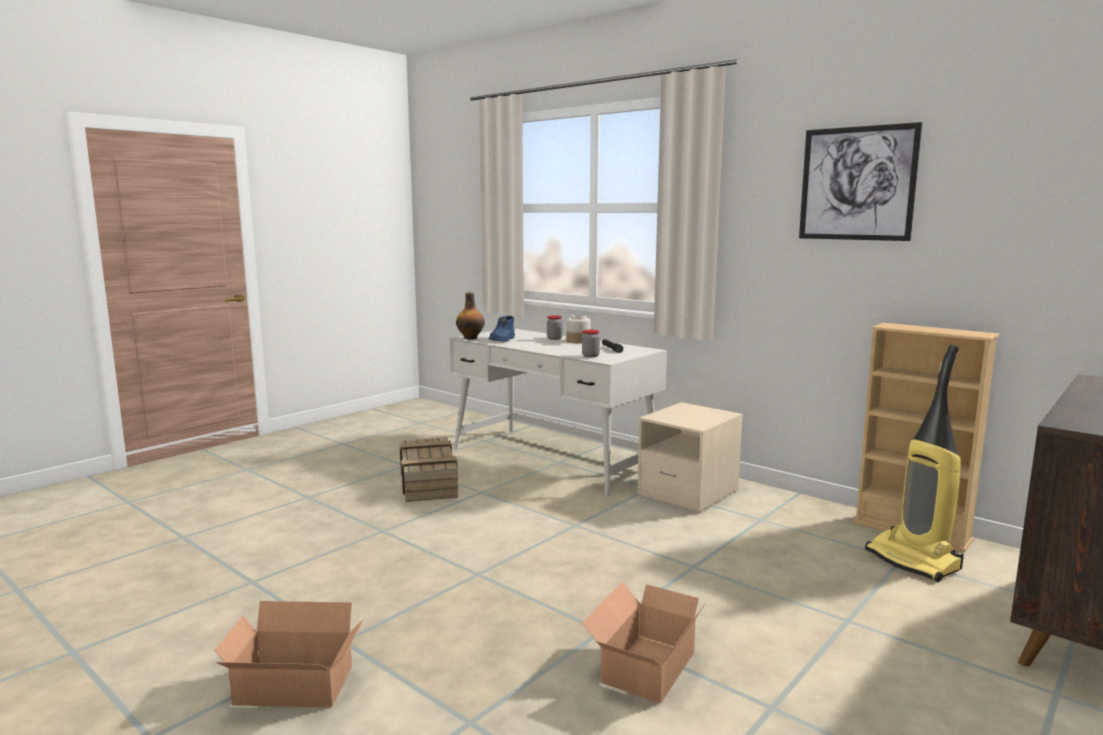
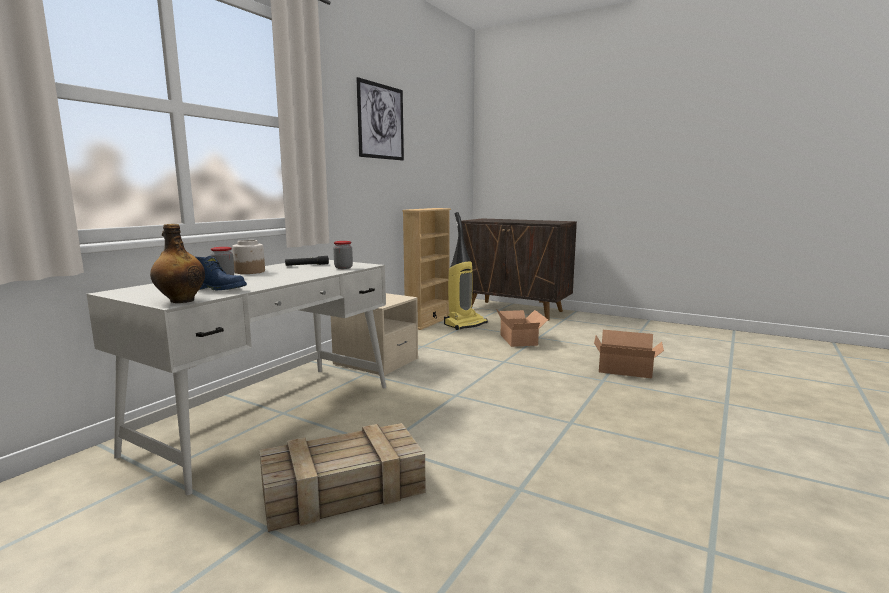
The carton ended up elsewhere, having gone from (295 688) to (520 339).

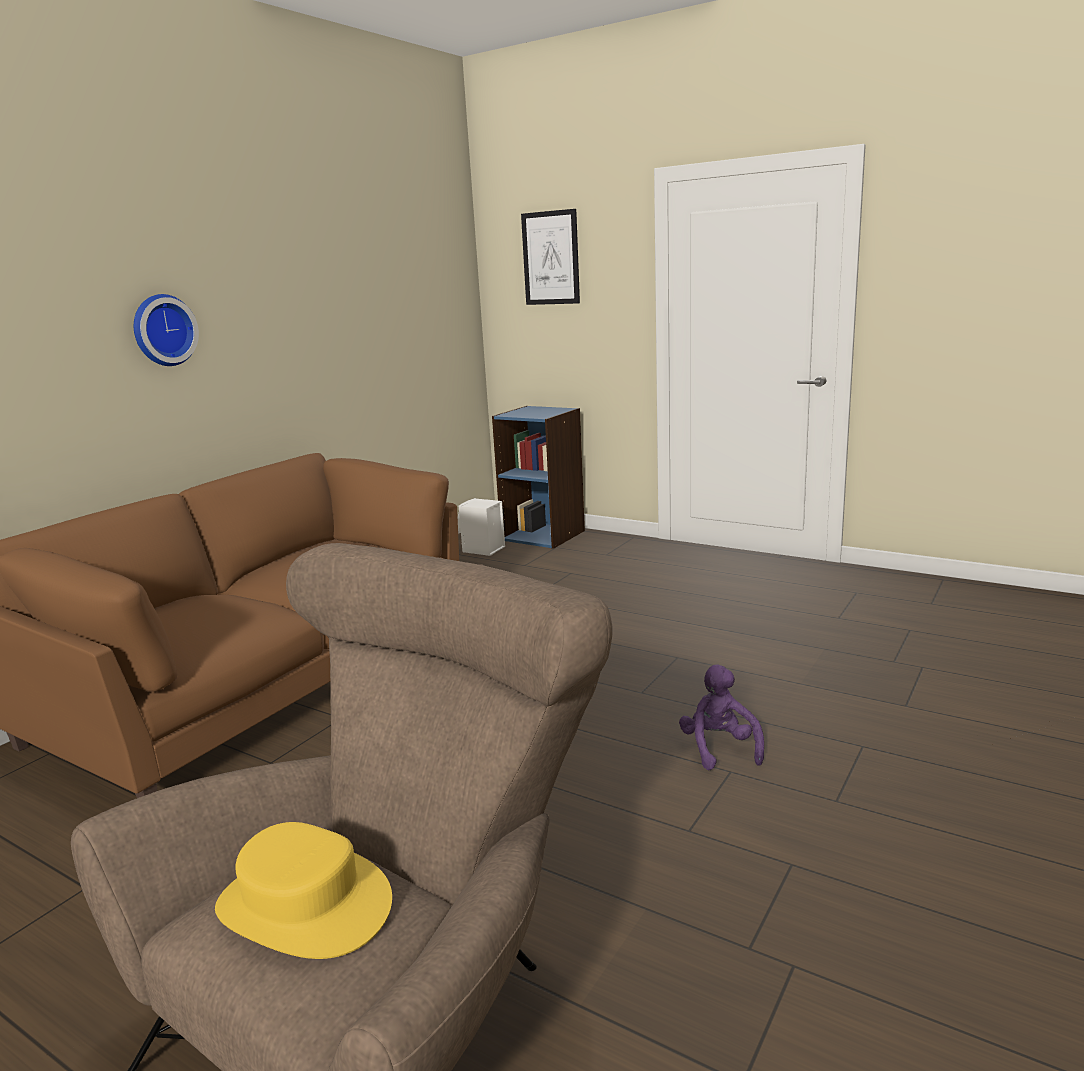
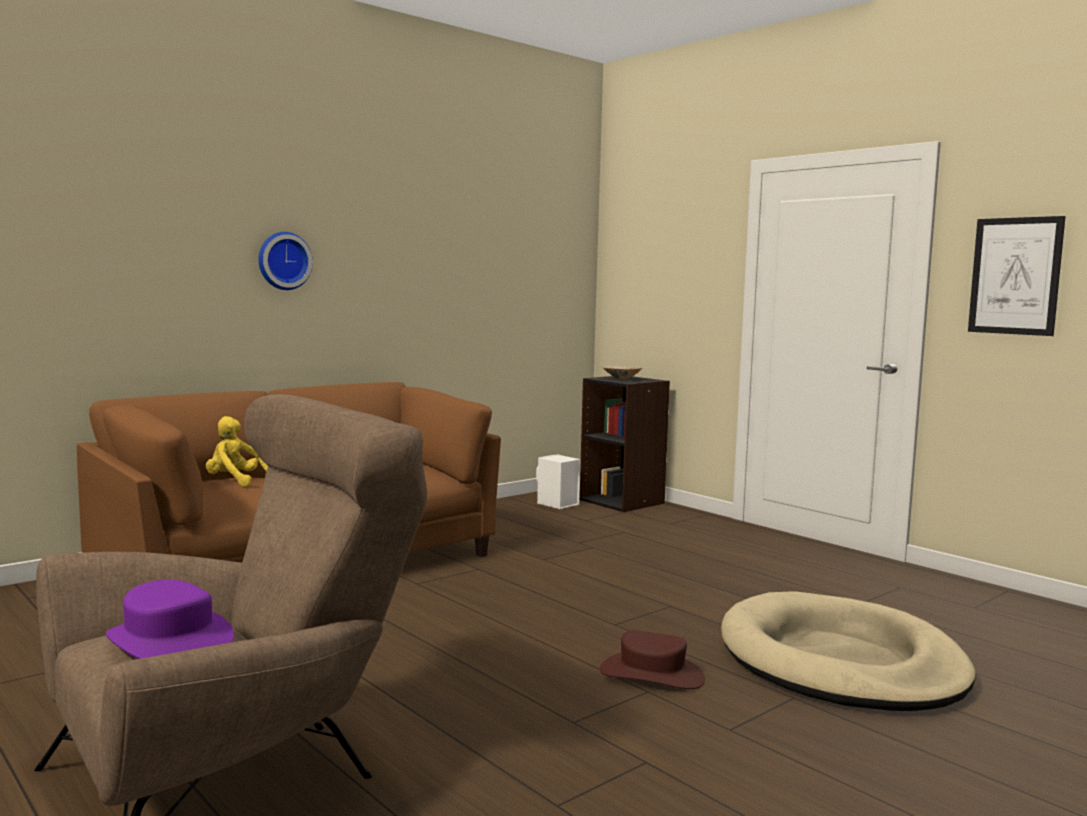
What was the yellowish wearable hat at (303 905) turned into the purple-coloured wearable hat at (169 641).
What was the blue-coloured bookshelf at (543 535) turned into the black-coloured bookshelf at (622 501).
The wall art ended up elsewhere, having gone from (550 258) to (1015 276).
Where the purple-coloured cuddly toy stood at (719 748), the brownish wearable hat came to stand at (652 674).
The second view gained the yellowish cuddly toy at (236 482).
The second view gained the beige serving bowl at (621 379).
The second view gained the beige dog bed at (840 662).

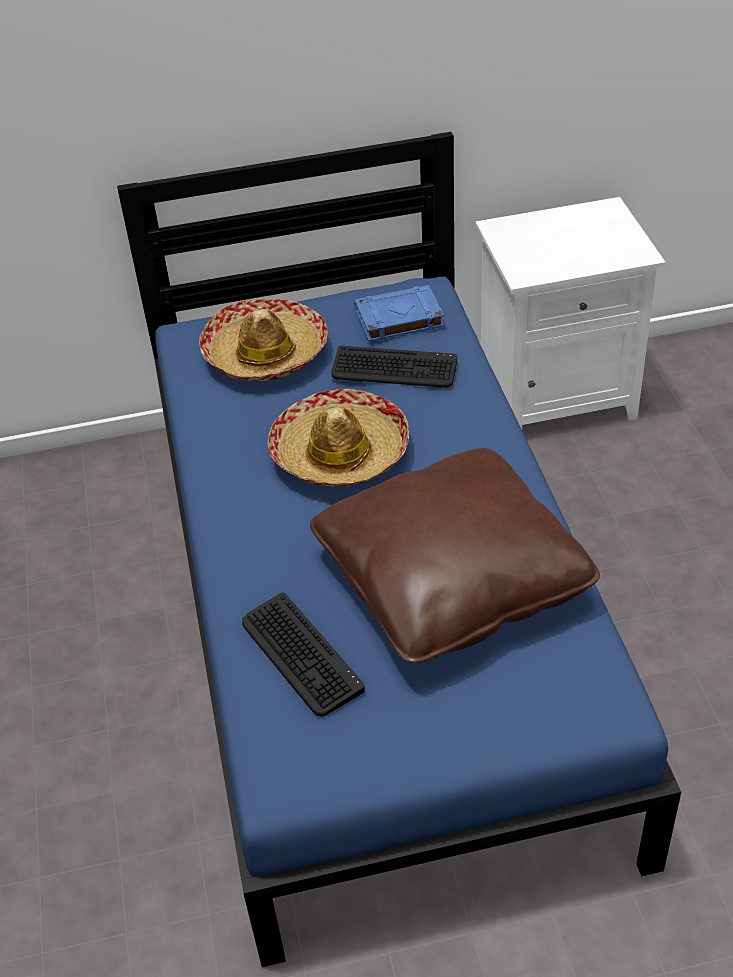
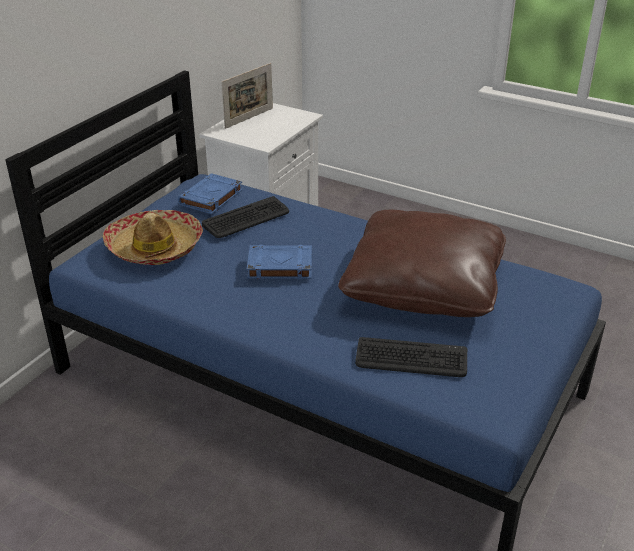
Where the wearable hat stood at (340 452), the blue-coloured bound book came to stand at (279 266).
The second view gained the photo frame at (249 118).

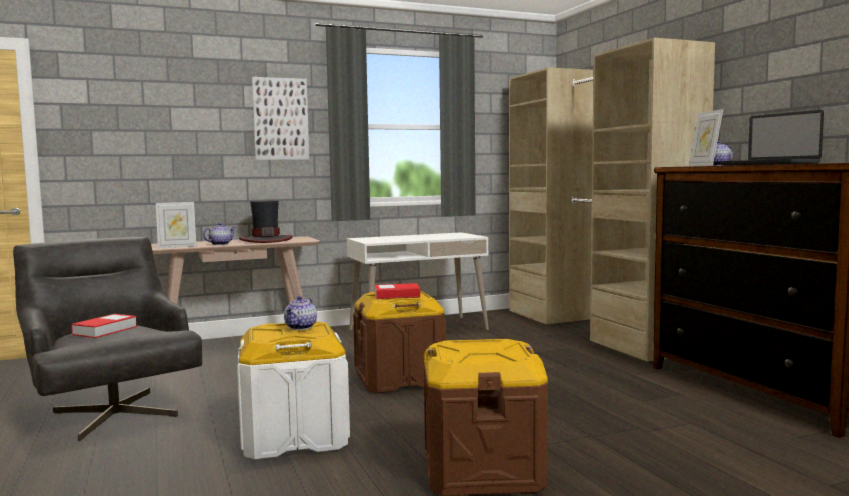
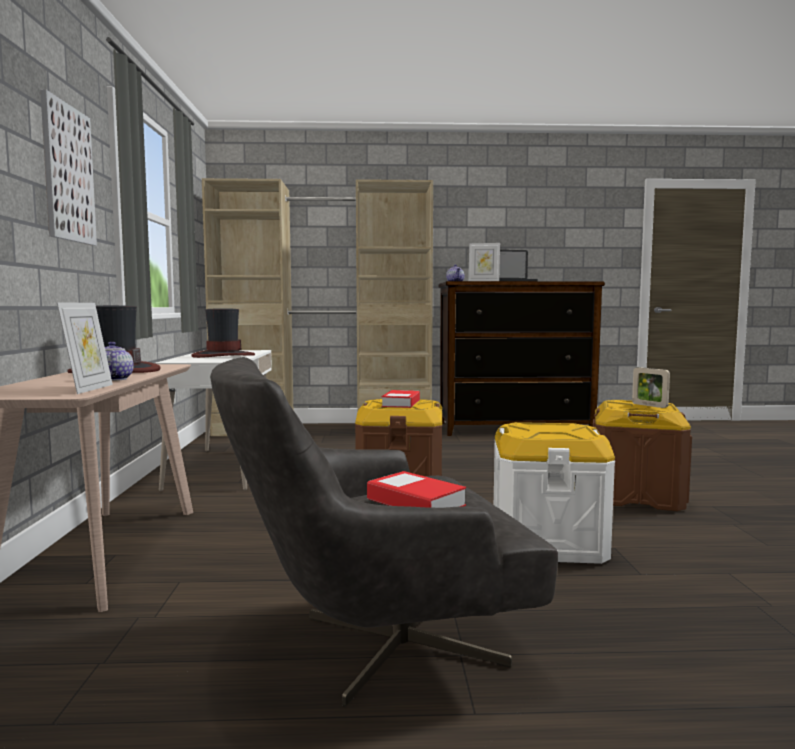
The second view lost the pot for tea at (301 327).
The second view gained the wearable hat at (223 355).
The second view gained the photo frame at (649 405).

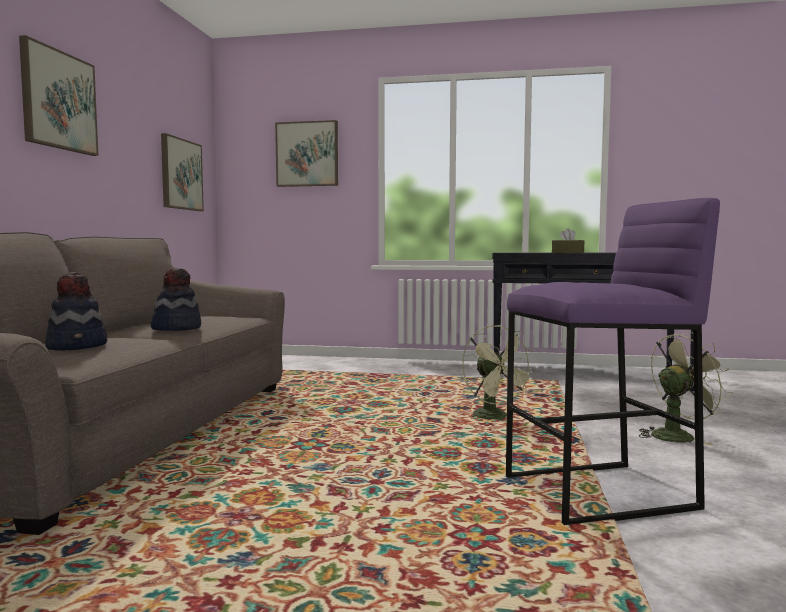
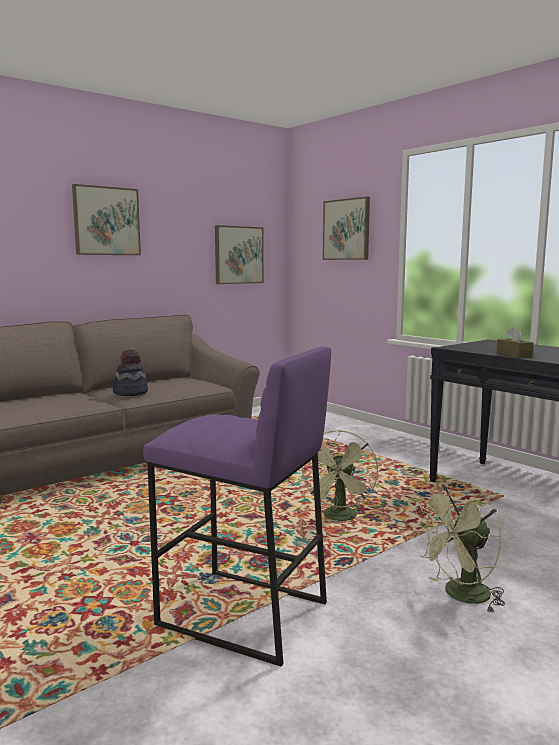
The second view lost the wearable hat at (78 346).
The green cooling fan at (678 436) ended up facing another way, 135 degrees clockwise from before.

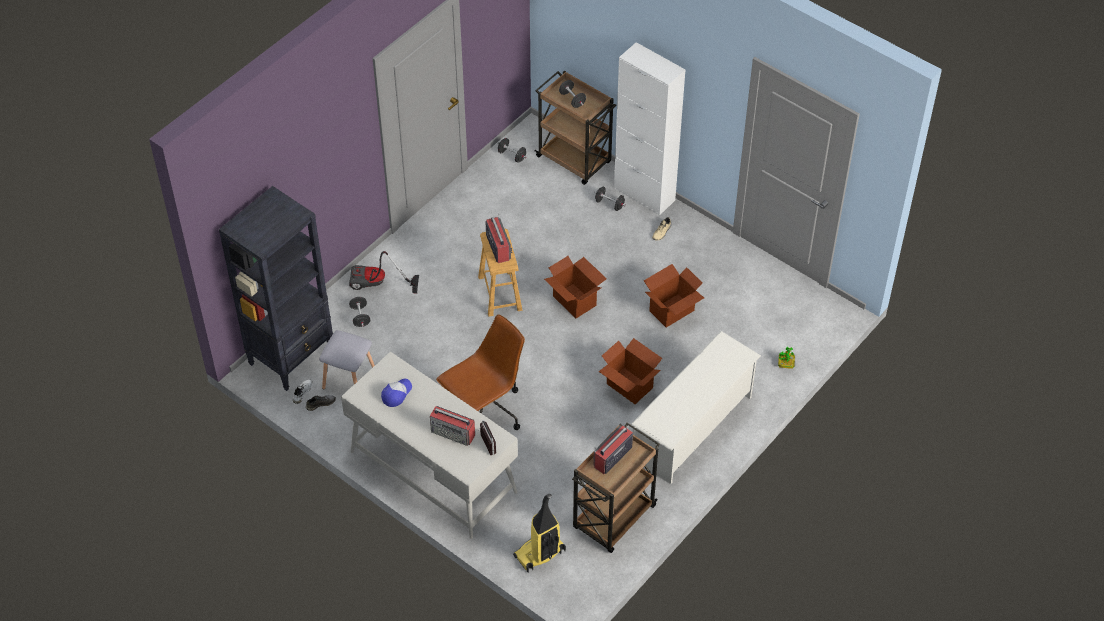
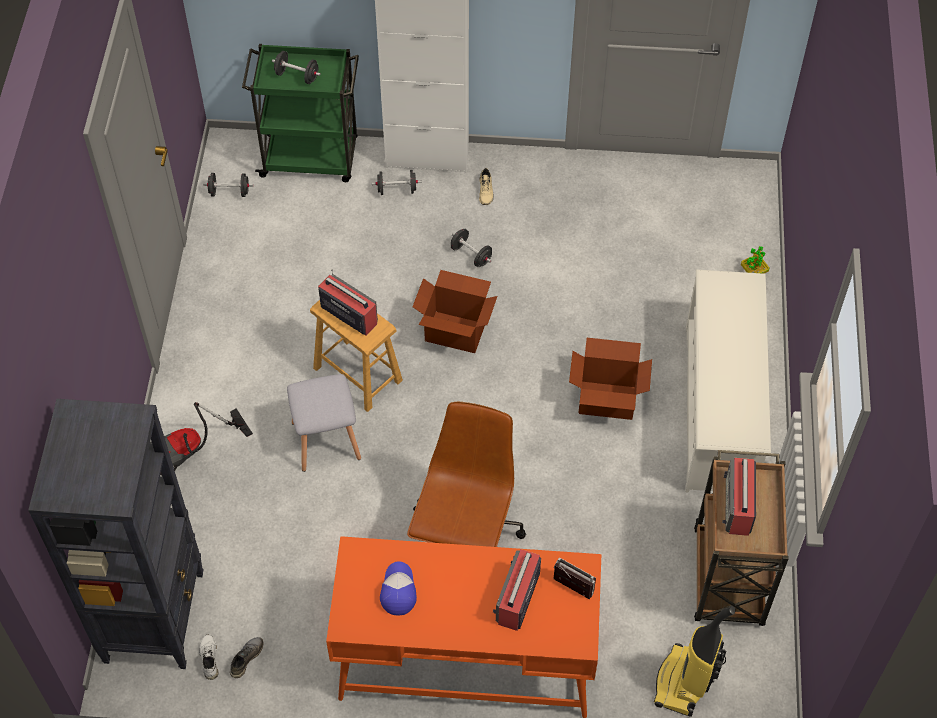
The gray sitting stool ended up elsewhere, having gone from (349 378) to (325 439).
What was the white-coloured desk table at (433 471) turned into the orange-coloured desk table at (465 658).
The black-coloured dumbbell ended up elsewhere, having gone from (360 317) to (471 255).
The radio receiver at (453 433) ended up facing another way, 120 degrees clockwise from before.
What was the brownish trolley at (575 160) turned into the green trolley at (311 158).
The second view lost the carton at (672 311).

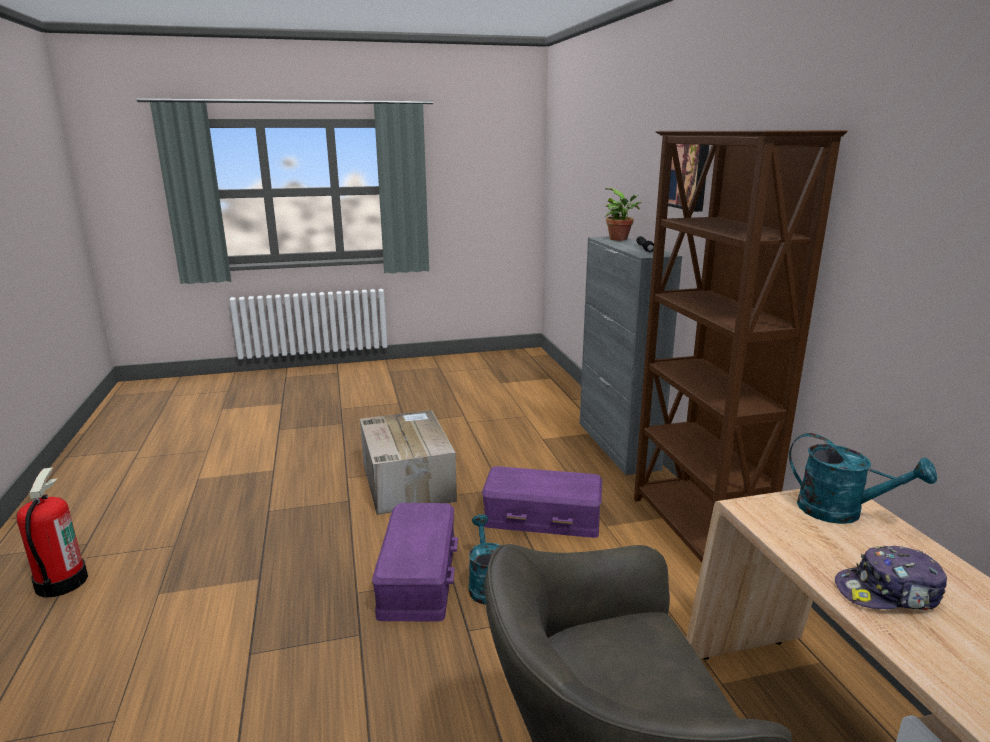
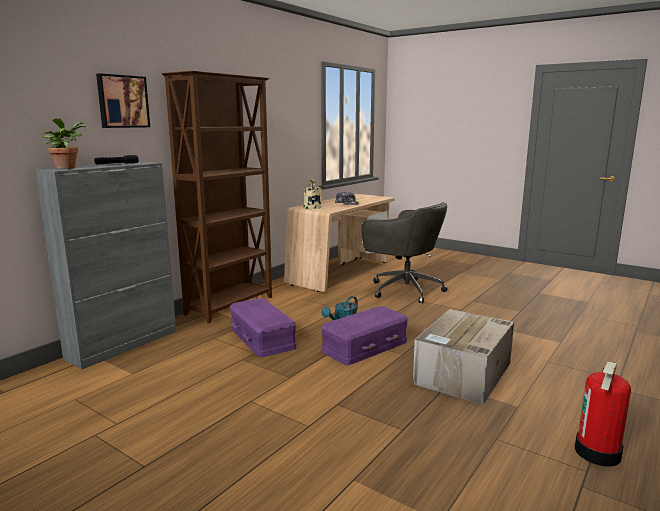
The carton ended up elsewhere, having gone from (407 480) to (462 374).
What was the turquoise-coloured watering can at (841 512) turned into the beige watering can at (312 206).

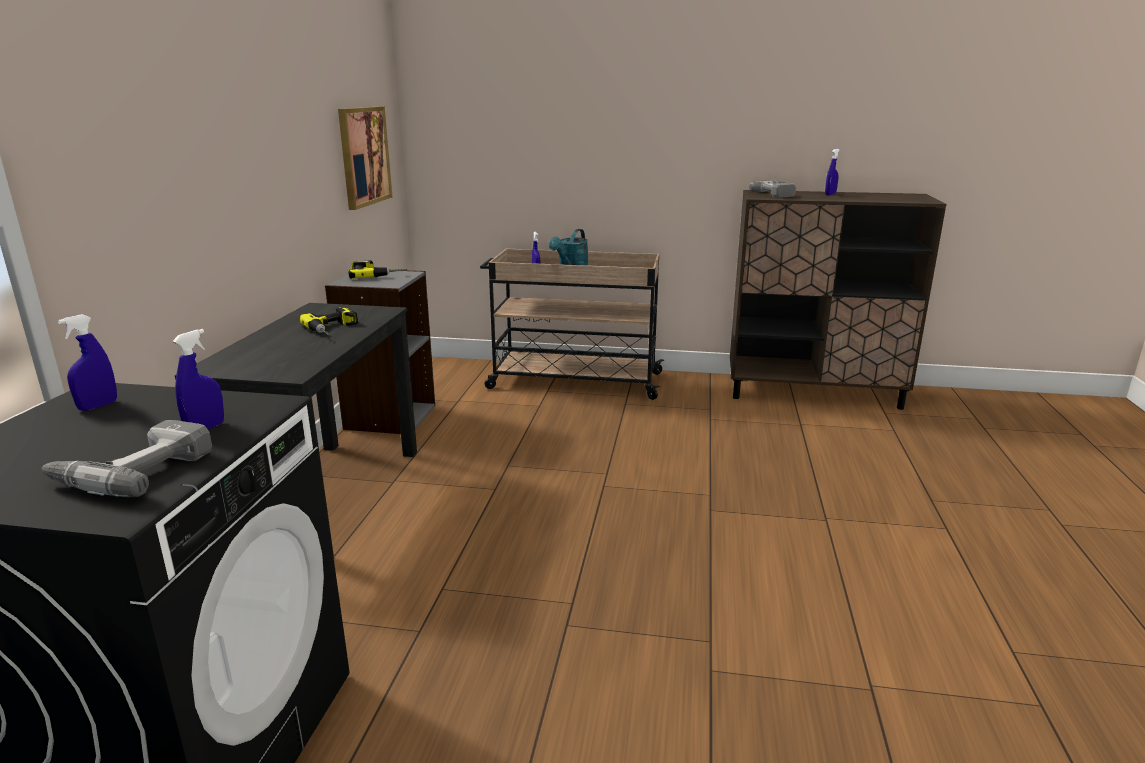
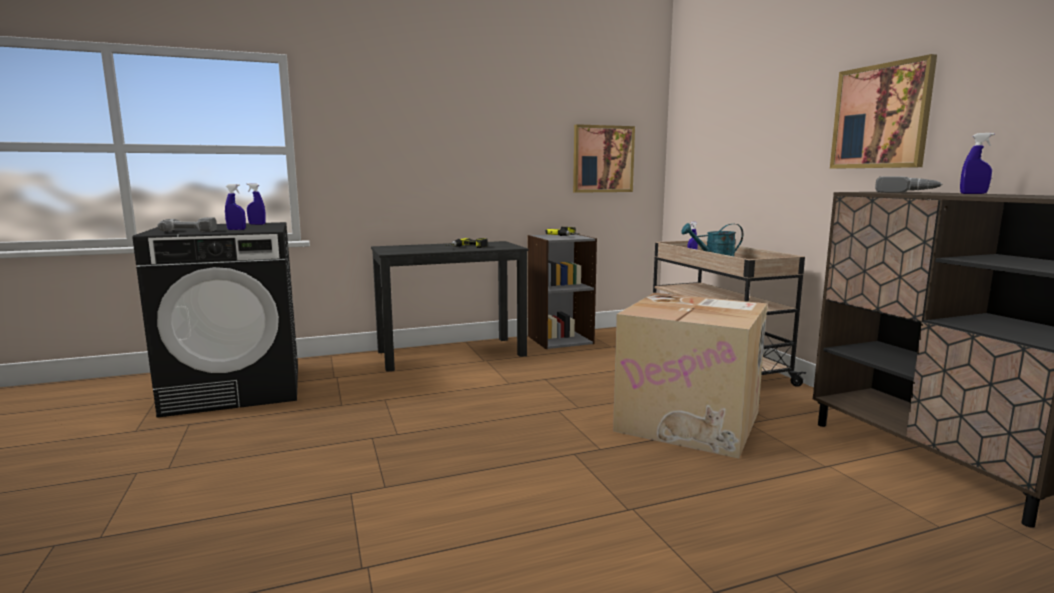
The second view gained the carton at (690 421).
The second view gained the wall art at (881 116).

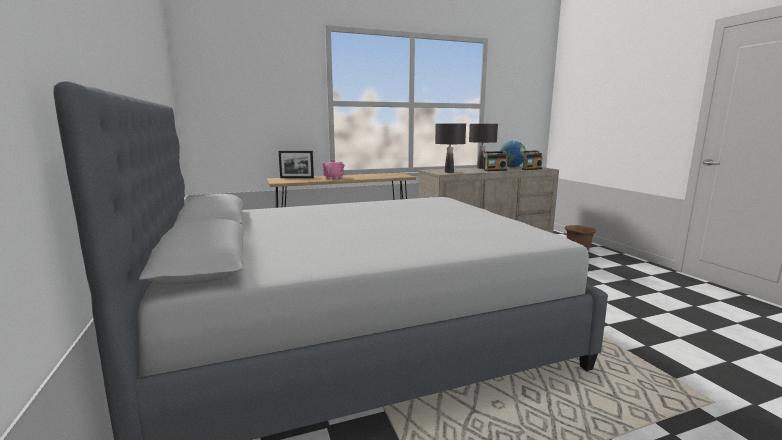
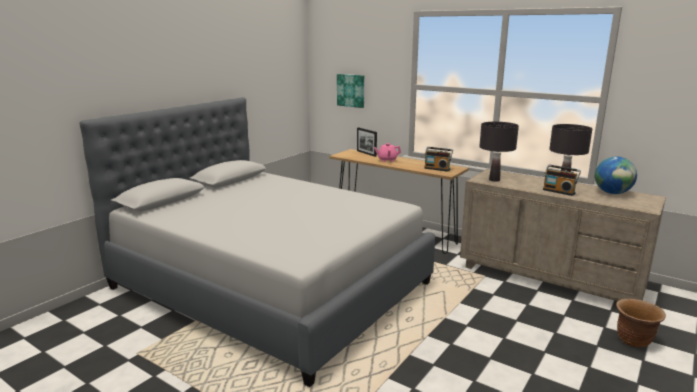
The radio receiver ended up elsewhere, having gone from (531 169) to (437 169).
The second view gained the wall art at (351 90).

